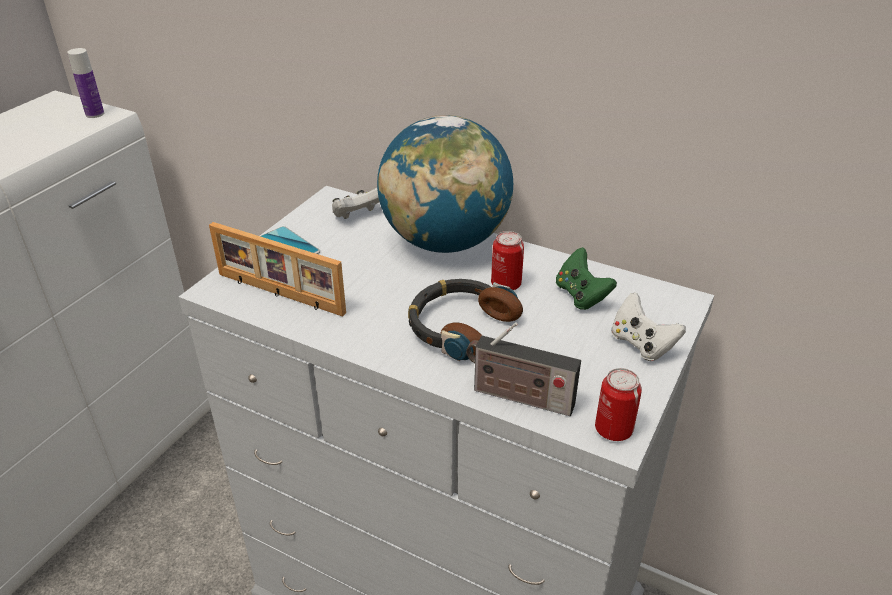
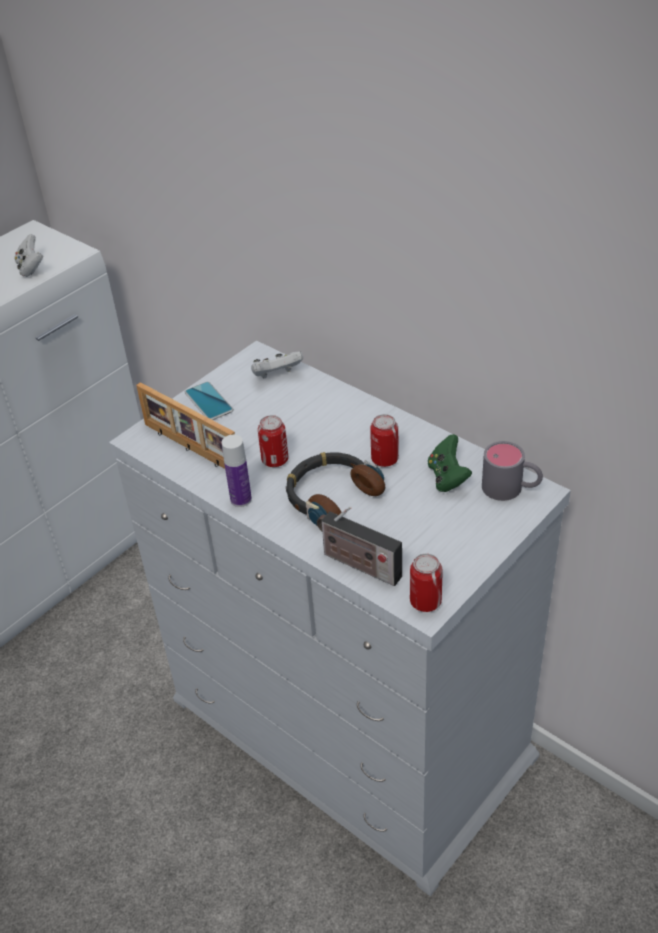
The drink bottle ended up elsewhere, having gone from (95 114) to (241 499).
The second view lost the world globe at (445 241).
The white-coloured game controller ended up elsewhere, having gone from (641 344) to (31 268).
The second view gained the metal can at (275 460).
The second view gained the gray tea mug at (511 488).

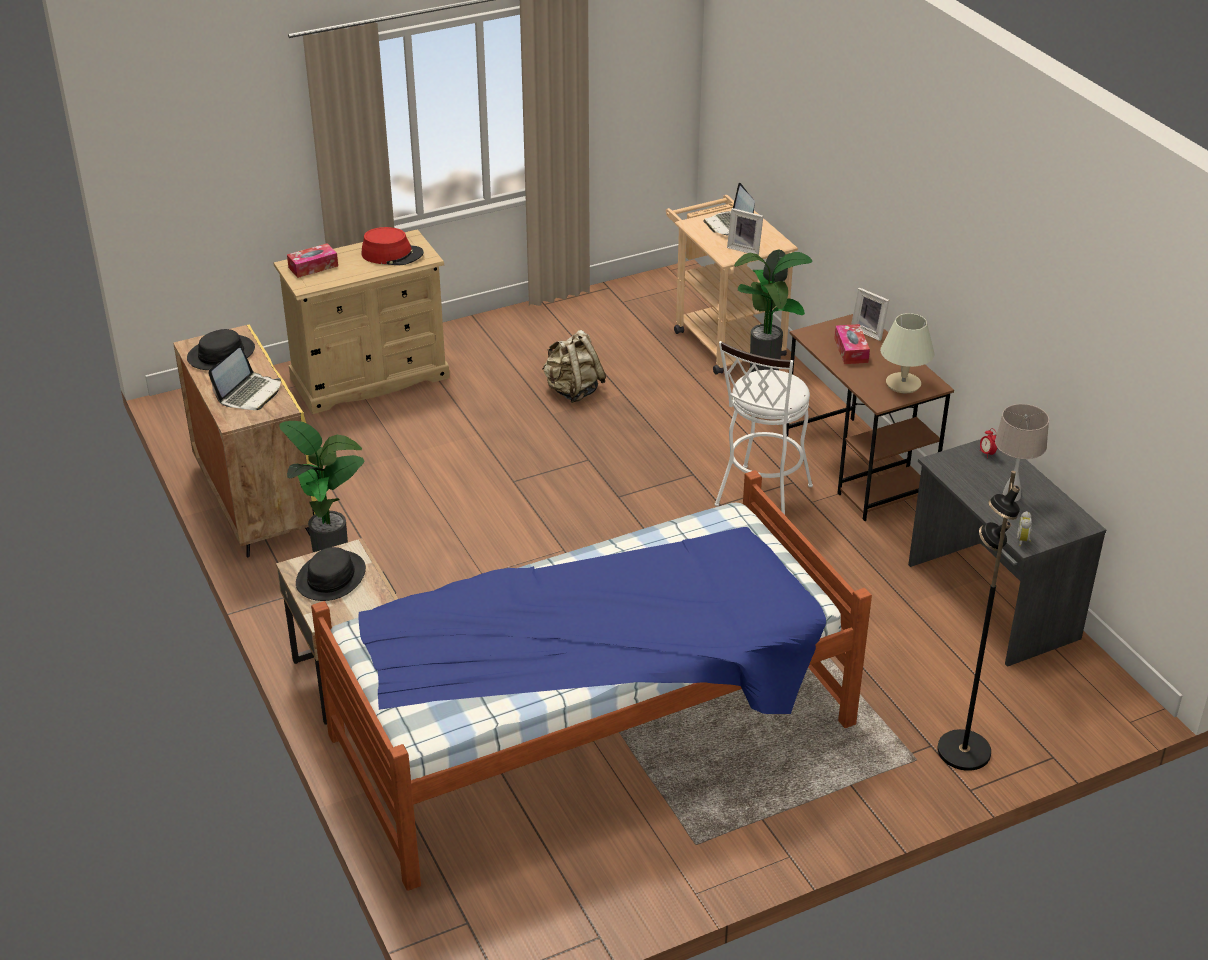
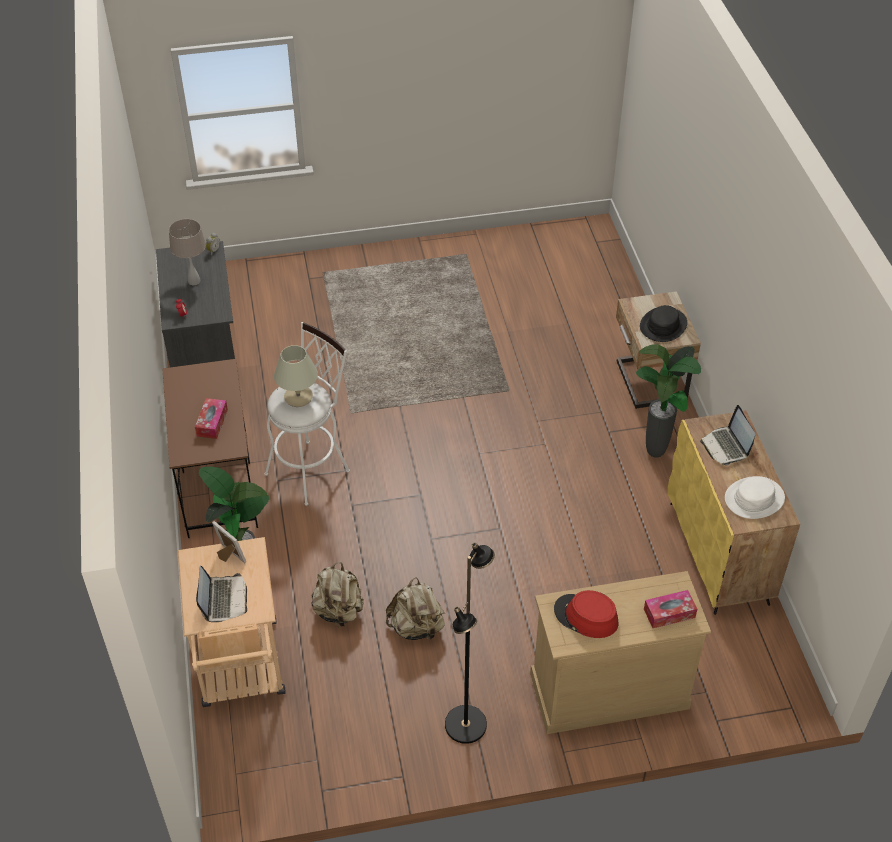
What was the black-coloured wearable hat at (221 354) turned into the white-coloured wearable hat at (754 498).
The portable computer at (249 393) ended up facing another way, 60 degrees counterclockwise from before.
The second view lost the bedroom bed at (594 732).
The second view lost the photo frame at (869 331).
The beige lamp for a table ended up elsewhere, having gone from (903 384) to (298 397).
The black-coloured standing lamp ended up elsewhere, having gone from (962 751) to (466 725).
The second view gained the beige knapsack at (339 611).

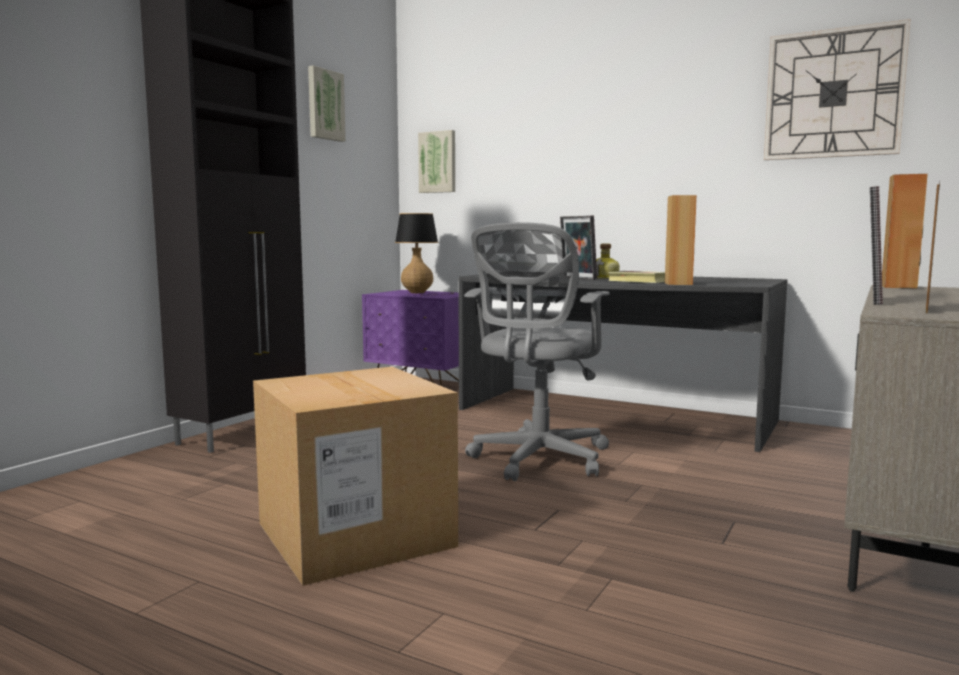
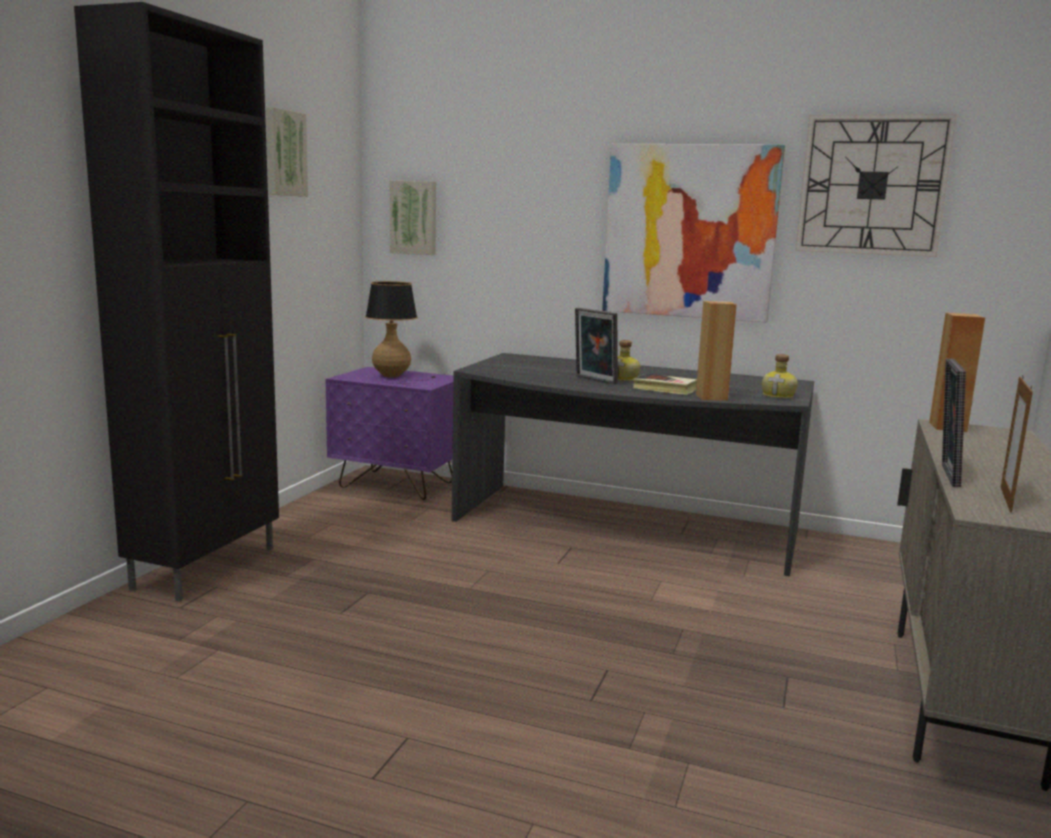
The second view lost the carton at (355 535).
The second view lost the gray computer chair at (537 460).
The second view gained the wall art at (689 232).
The second view gained the drink bottle at (779 396).

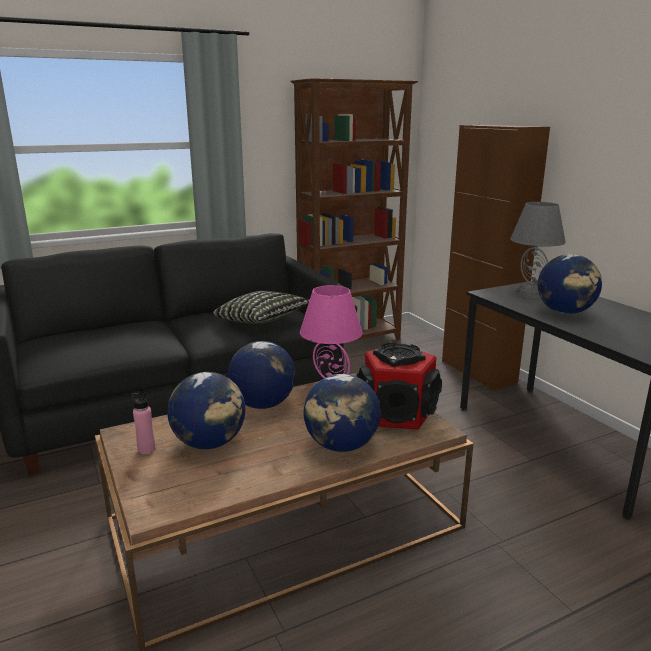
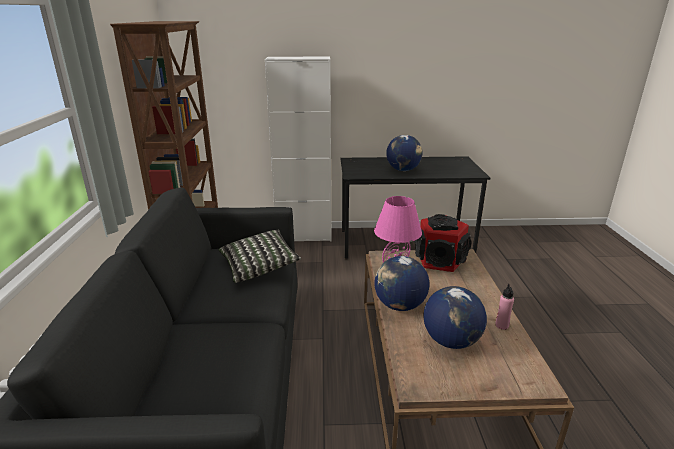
The pink drink bottle ended up elsewhere, having gone from (146 449) to (501 325).
The second view lost the world globe at (341 446).
What was the brownish cupboard at (478 372) turned into the white-coloured cupboard at (304 236).
The second view lost the gray lamp for a table at (530 293).

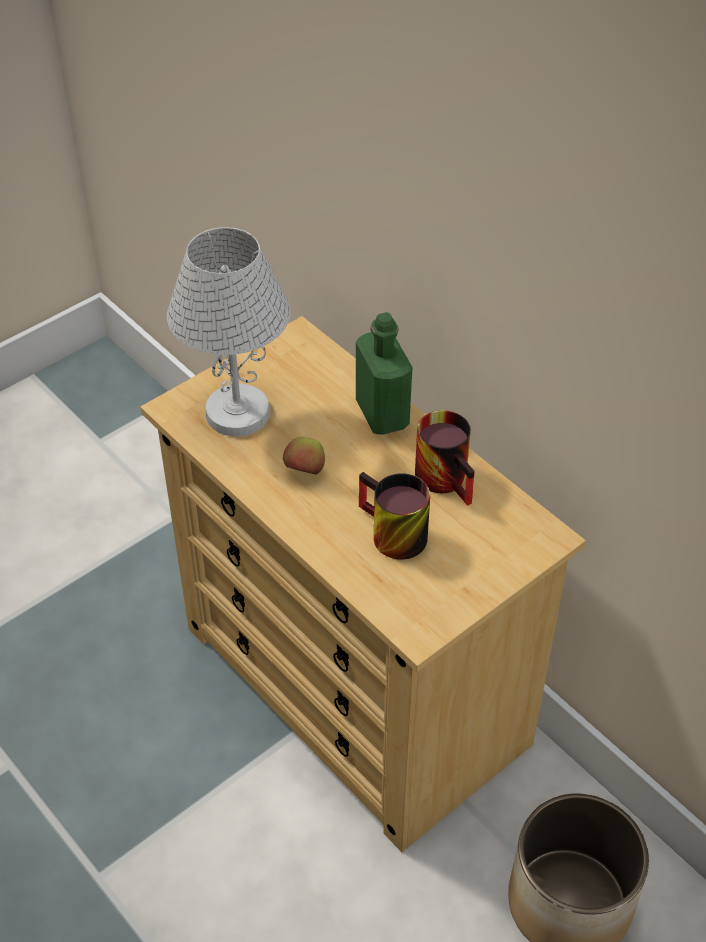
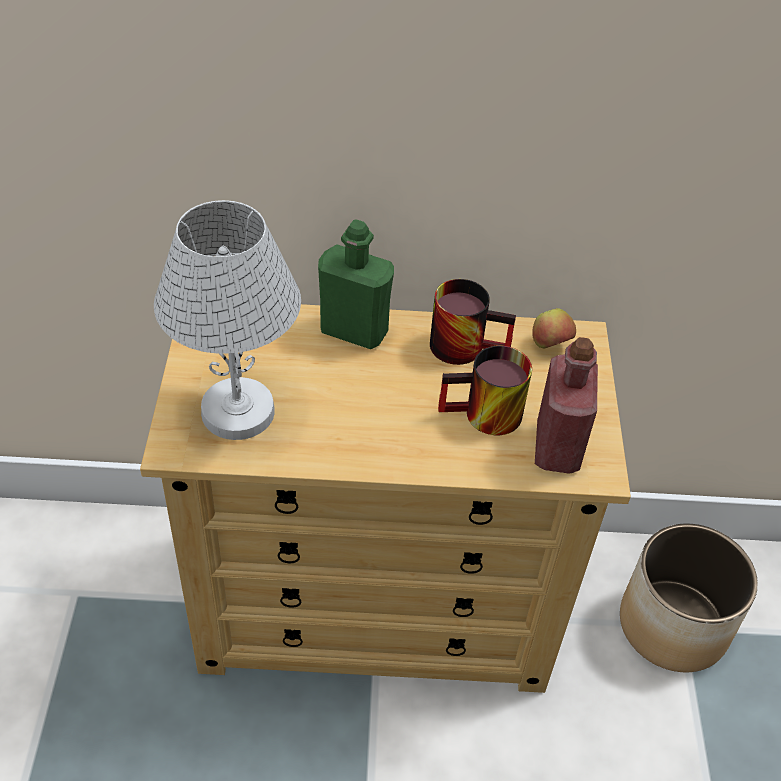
The apple fruit ended up elsewhere, having gone from (305 471) to (550 345).
The second view gained the reddish drink bottle at (557 447).

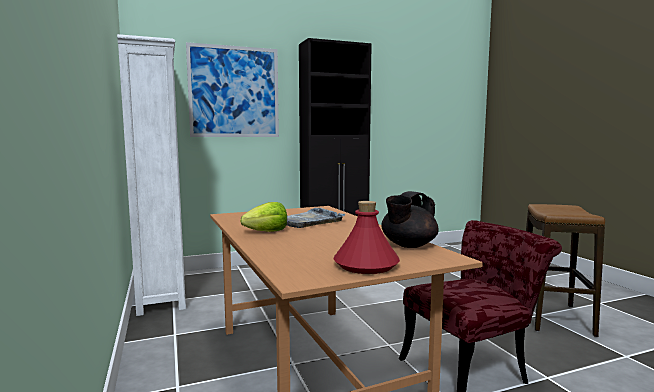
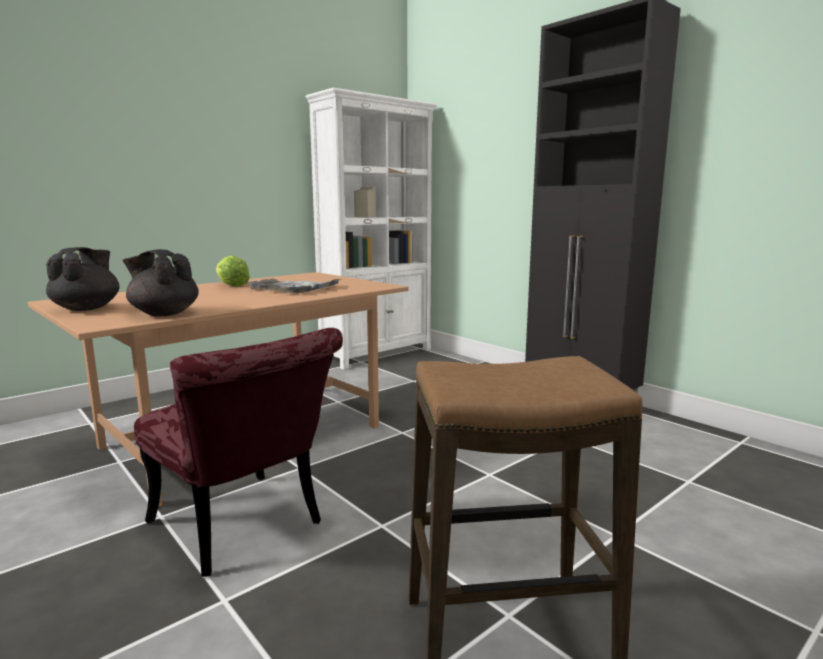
The second view lost the wall art at (234 92).
Where the reddish drink bottle stood at (366 265), the black-coloured pot for tea came to stand at (87 308).

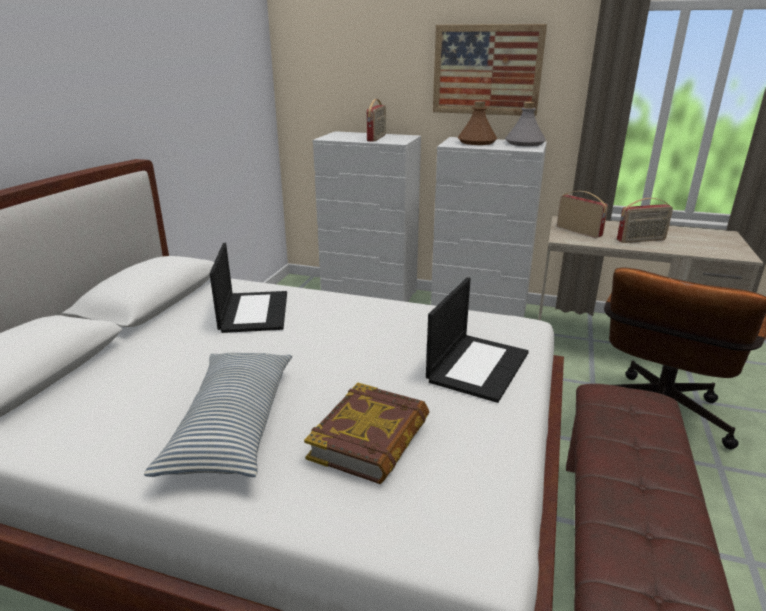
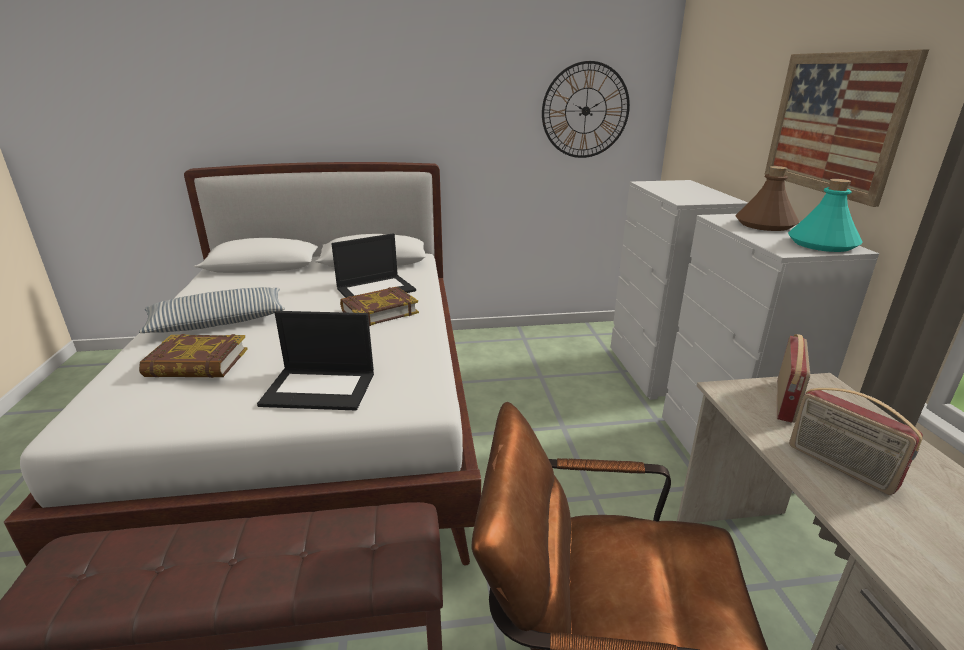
The second view lost the radio receiver at (377 138).
What was the gray drink bottle at (524 143) turned into the turquoise-coloured drink bottle at (822 244).
The second view gained the bound book at (379 311).
The second view gained the wall clock at (585 111).

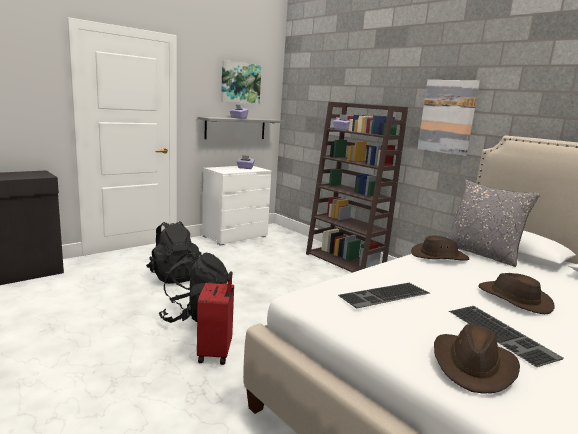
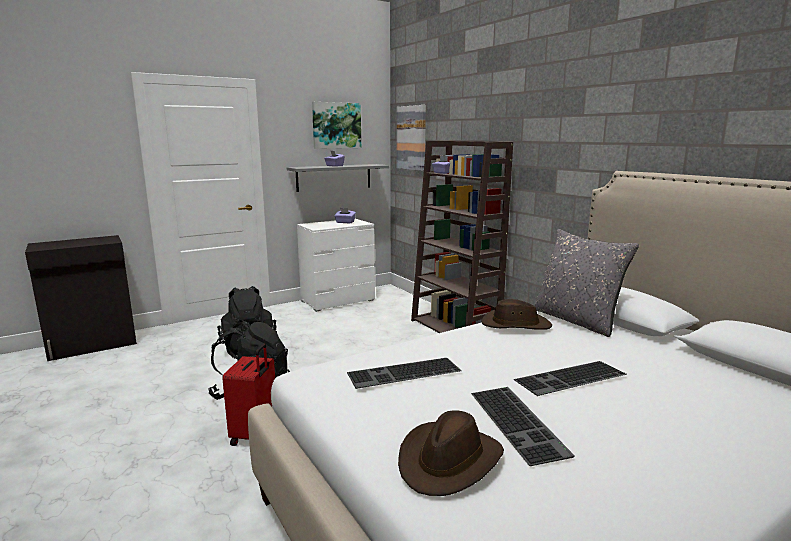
The wall art ended up elsewhere, having gone from (447 117) to (412 138).
Where the brownish wearable hat stood at (513 299), the keyboard came to stand at (571 379).

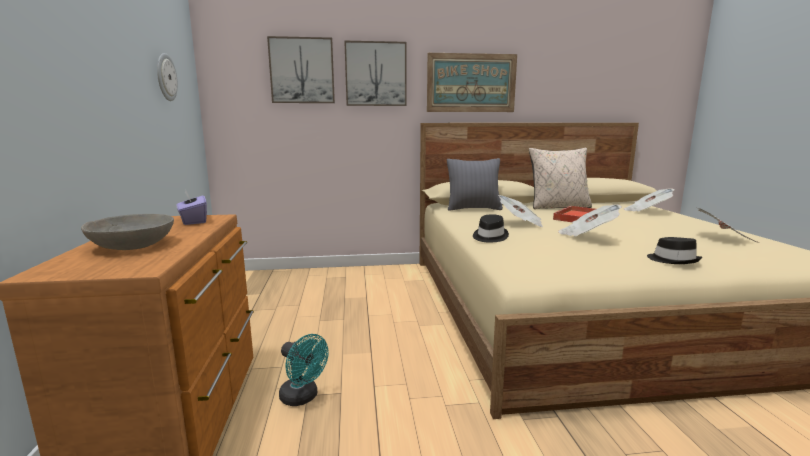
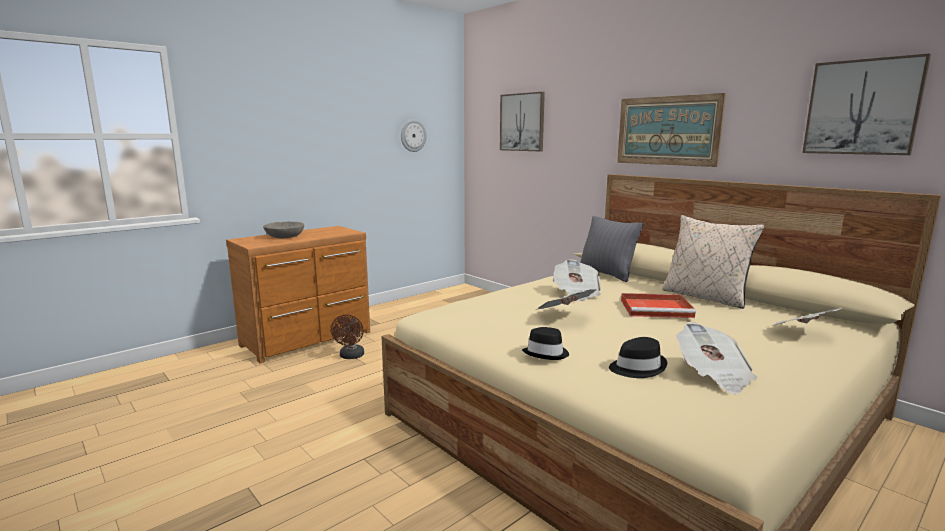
The second view lost the purple-coloured box of tissues at (193 221).
What was the turquoise-coloured cooling fan at (303 397) turned into the brownish cooling fan at (351 356).
The wall art ended up elsewhere, having gone from (376 74) to (862 107).
The black-coloured wearable hat ended up elsewhere, having gone from (489 237) to (637 367).

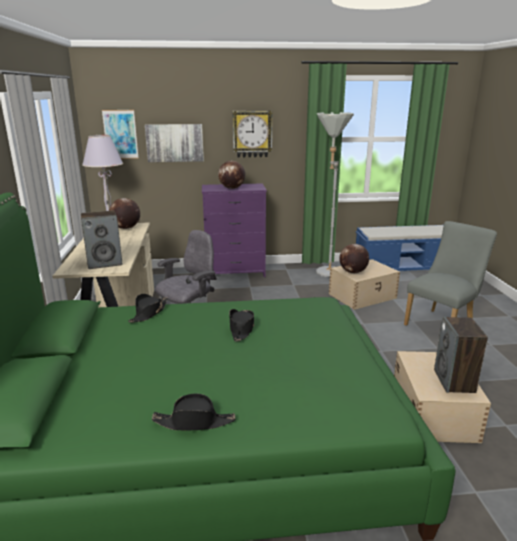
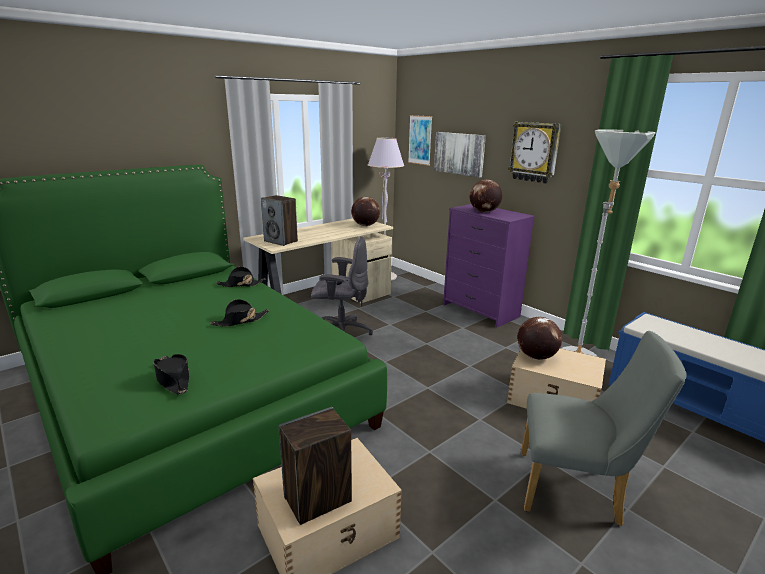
The black-coloured wearable hat ended up elsewhere, having gone from (194 422) to (173 379).

